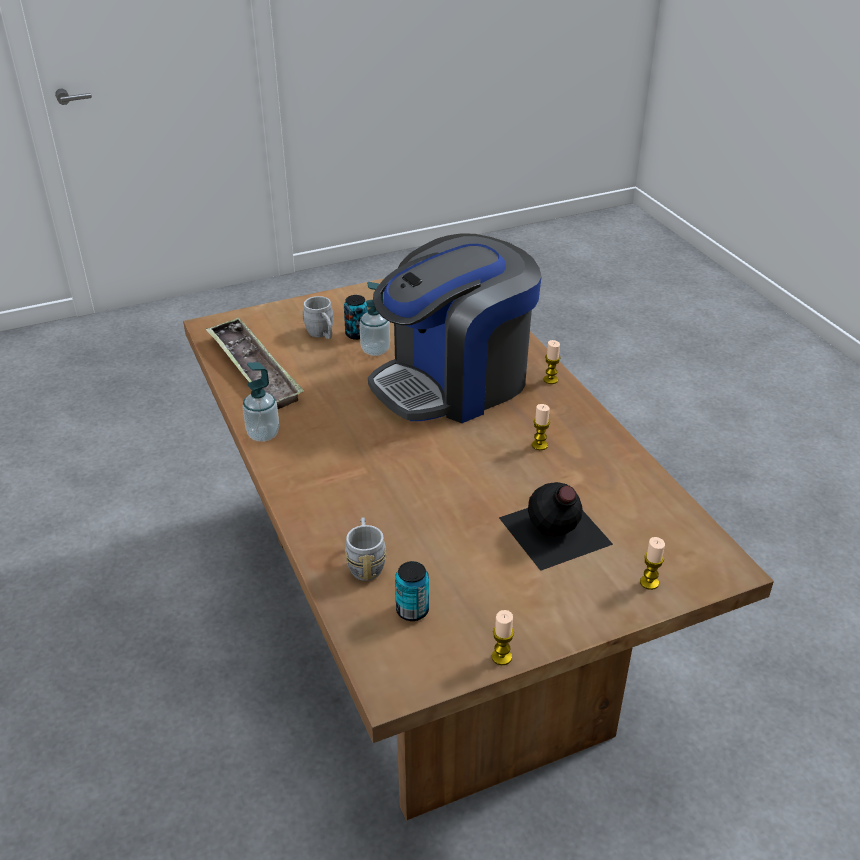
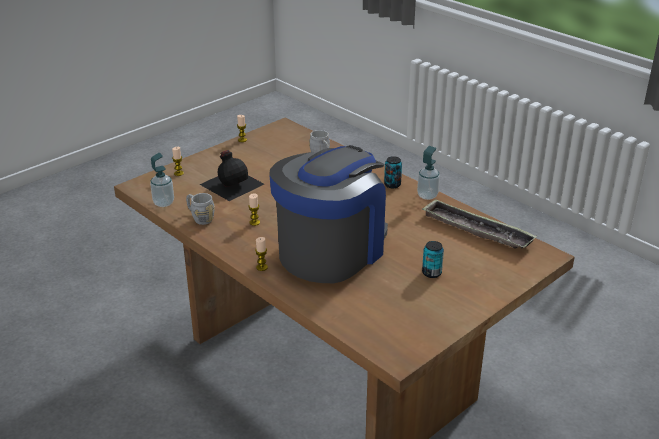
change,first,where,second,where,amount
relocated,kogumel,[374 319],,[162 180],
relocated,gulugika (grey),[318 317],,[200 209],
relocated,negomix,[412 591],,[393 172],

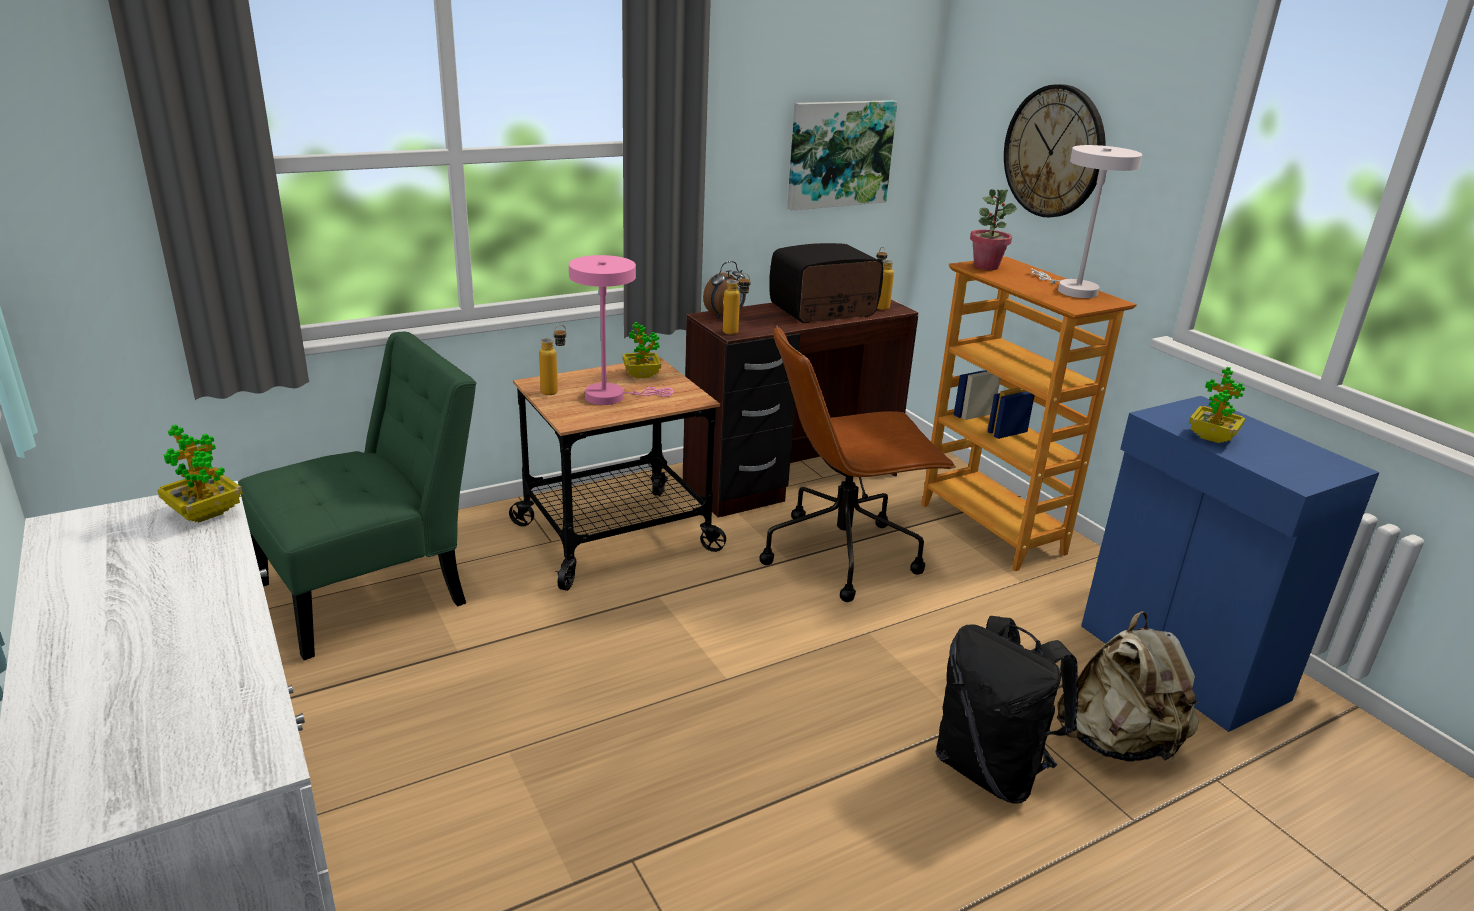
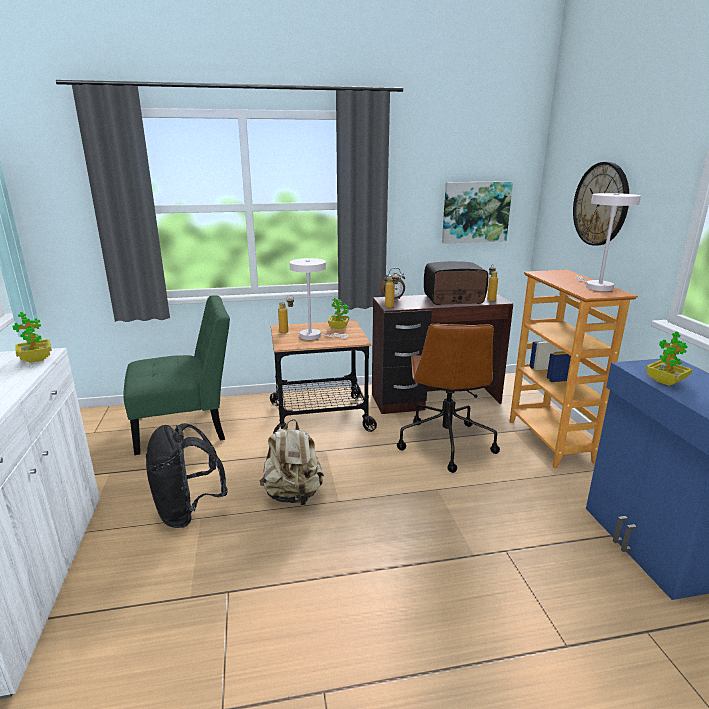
change,first,where,second,where,amount
missing,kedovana,[993 229],,,
colour,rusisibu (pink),[621 330],rusisibu (white),[318 299],
spun,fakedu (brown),[857 463],,[448 398],90 degrees counterclockwise
relocated,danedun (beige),[1128 686],,[292 462],
relocated,danedun (black),[1007 709],,[187 475],

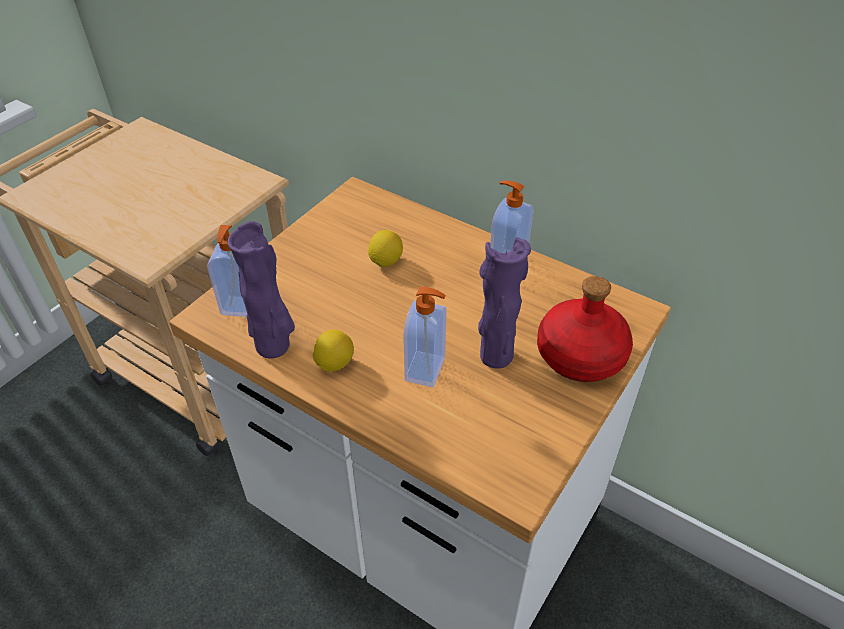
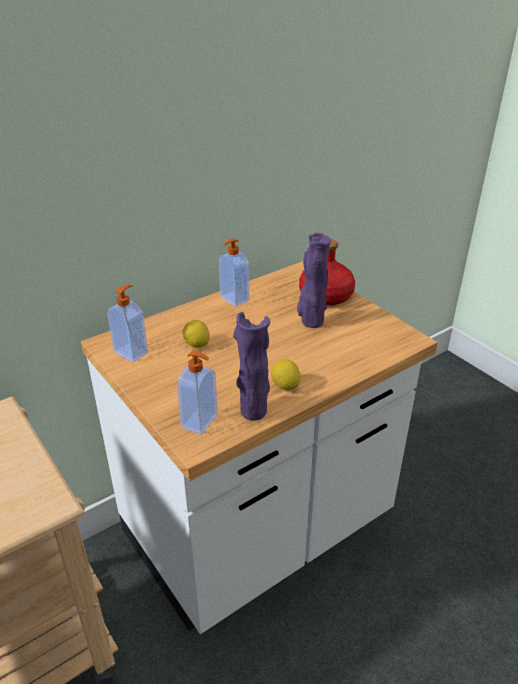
change,first,where,second,where,amount
relocated,kogumel,[425 337],,[127 323],

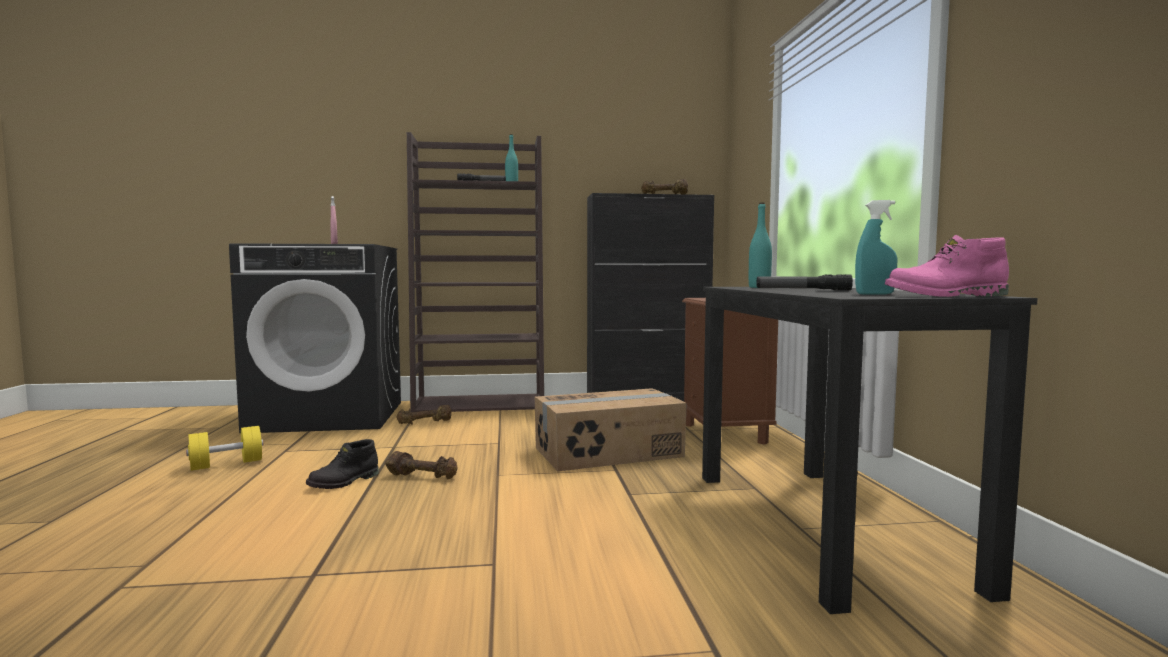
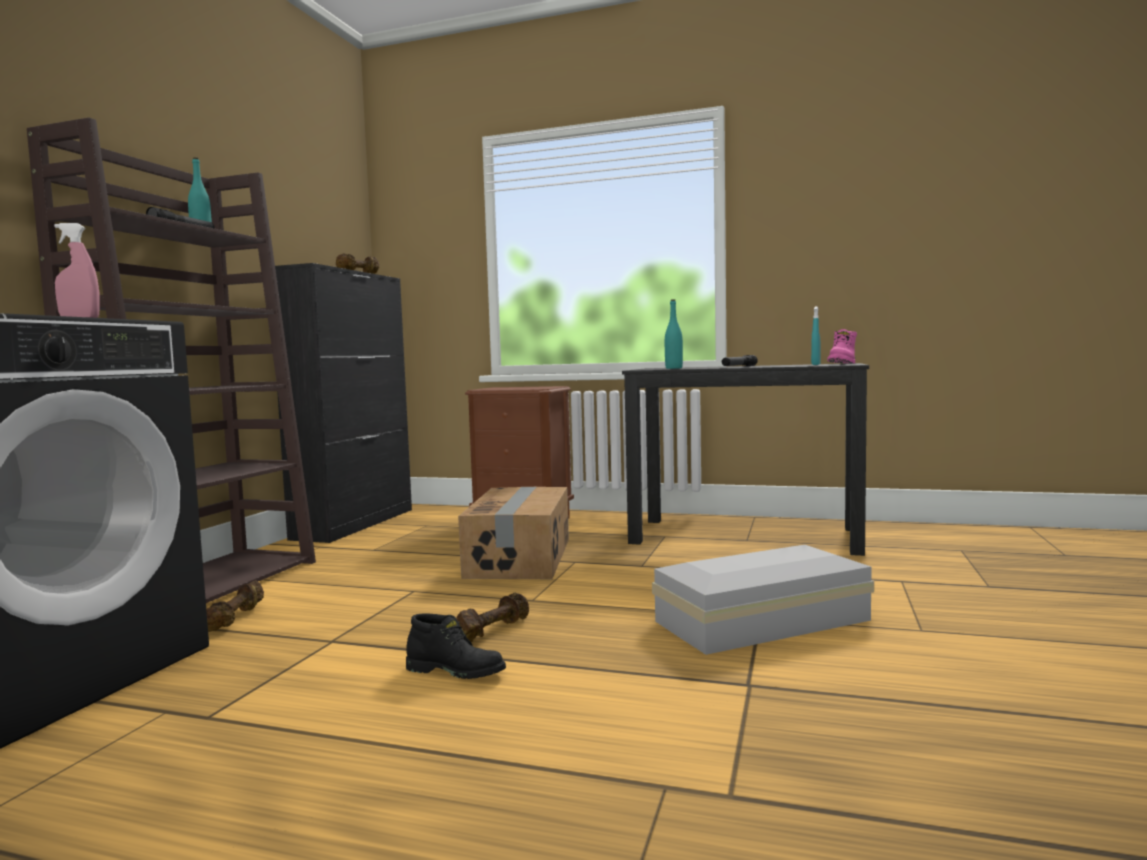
change,first,where,second,where,amount
missing,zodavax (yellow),[224 448],,,
spun,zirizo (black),[342 464],,[456 646],45 degrees counterclockwise
appeared,,,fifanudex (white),[763 600],

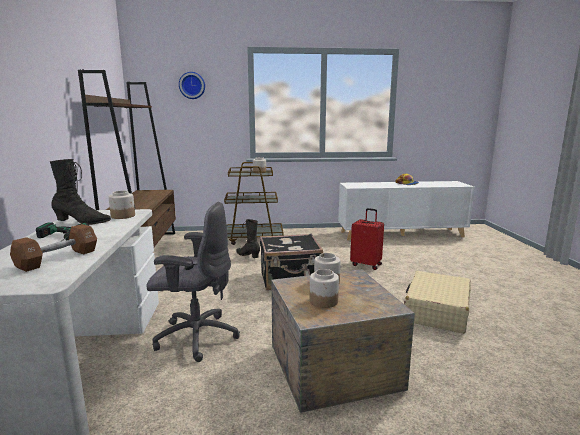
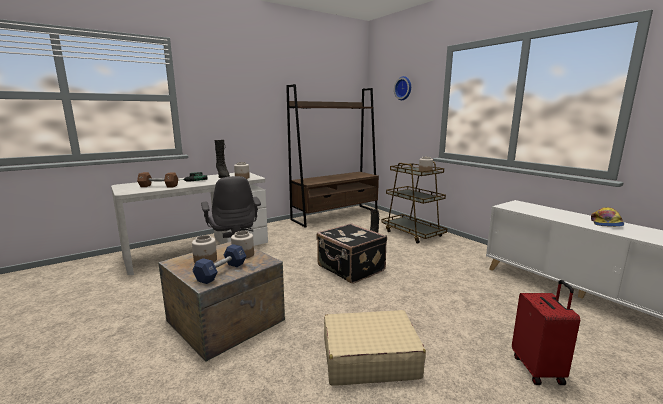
change,first,where,second,where,amount
relocated,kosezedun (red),[367 239],,[546 332],
appeared,,,zodavax (blue),[219 264],

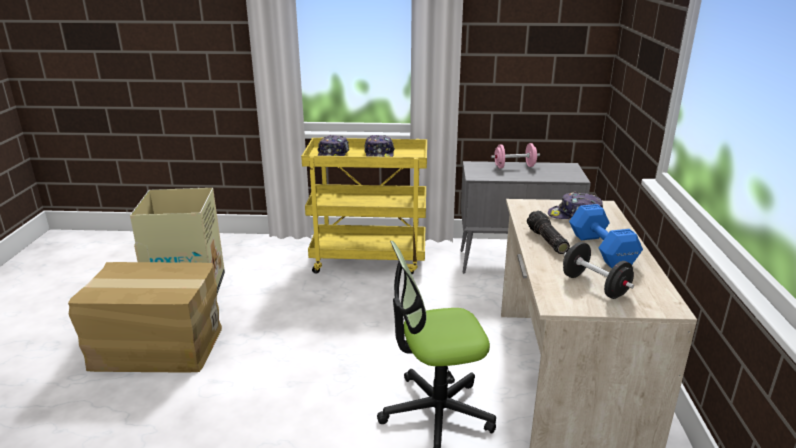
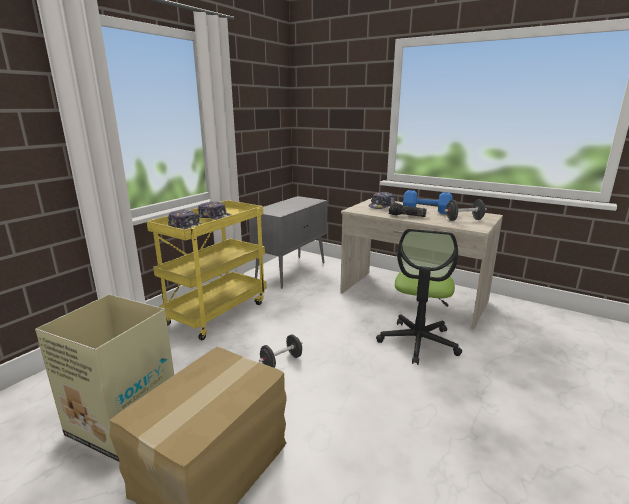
change,first,where,second,where,amount
missing,zodavax (pink),[515 155],,,
appeared,,,zodavax (black),[280 351],

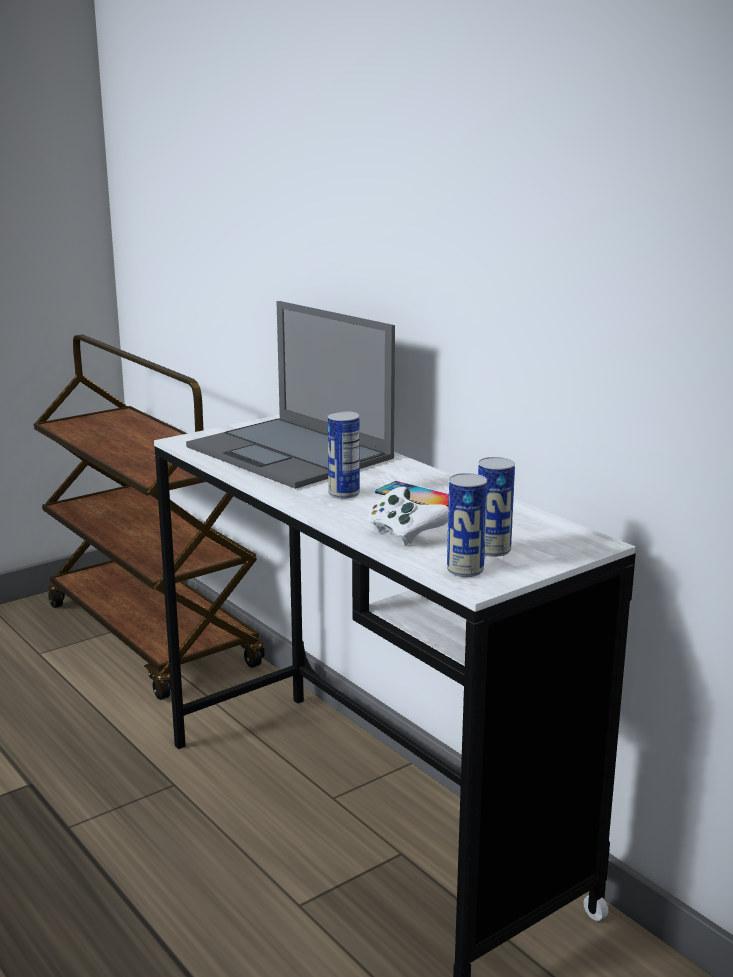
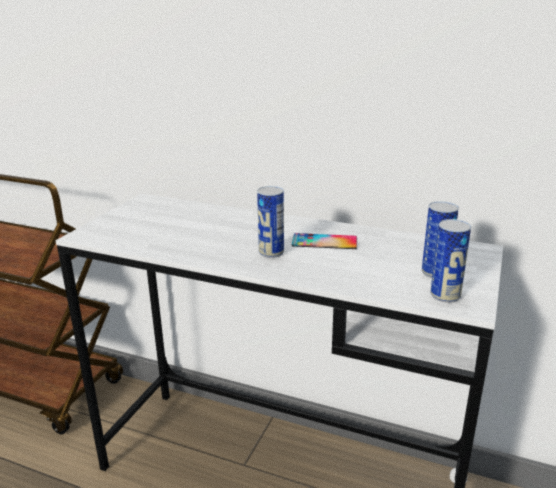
change,first,where,second,where,amount
missing,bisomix,[290 395],,,
missing,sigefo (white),[408 516],,,

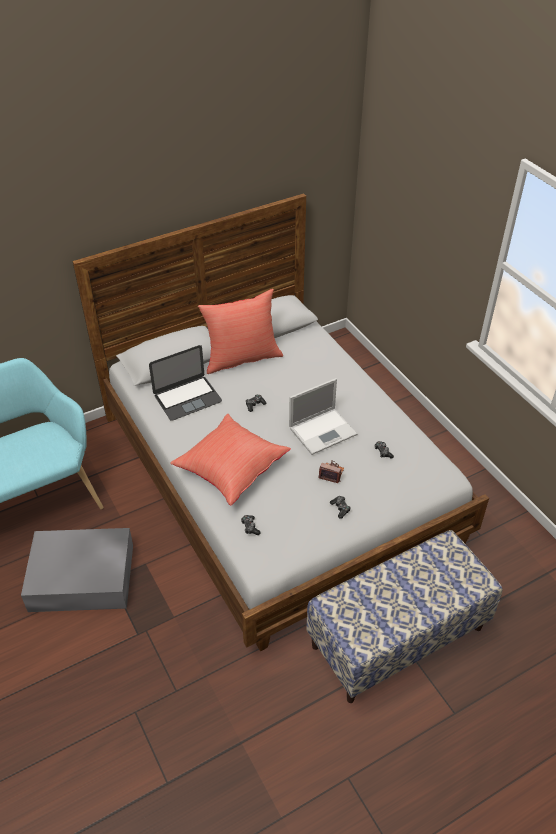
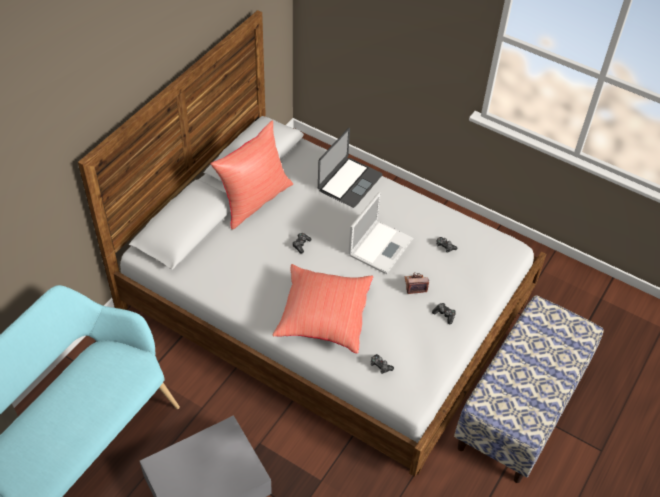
change,first,where,second,where,amount
relocated,bisomix,[185 383],,[350 168],

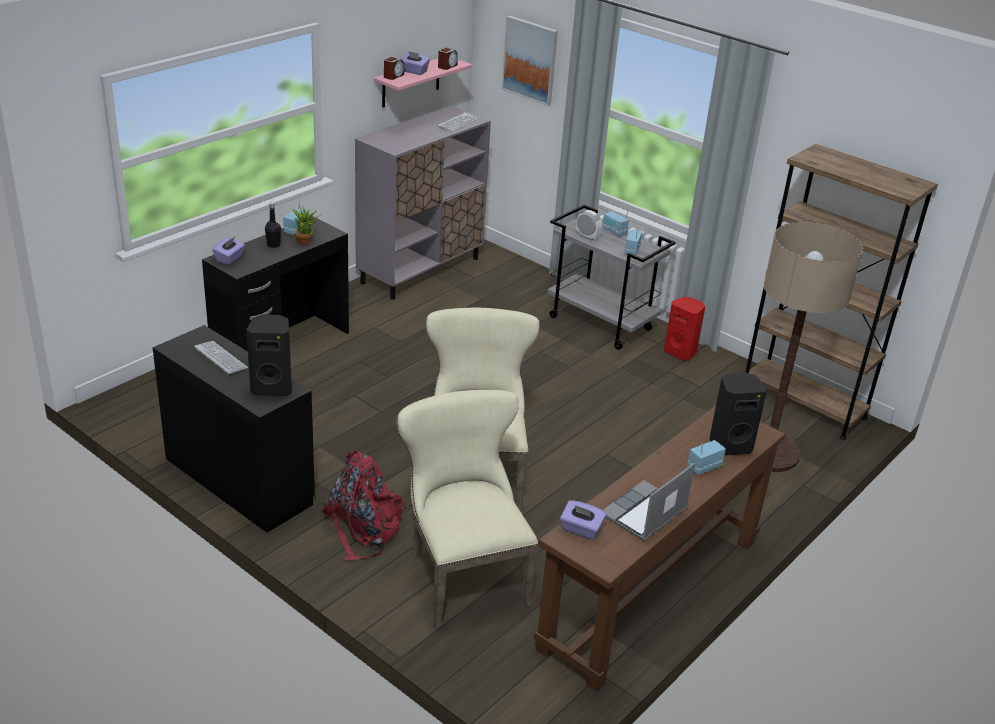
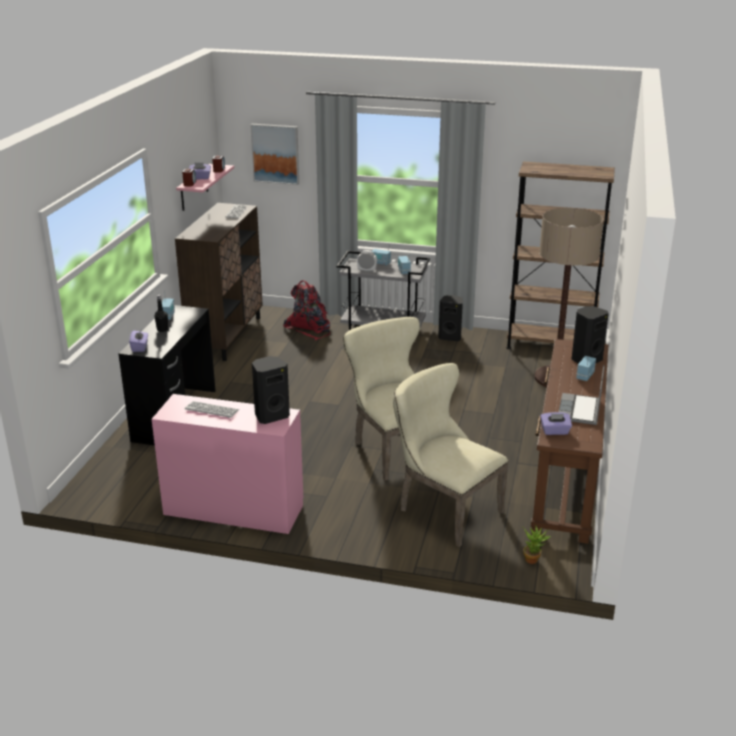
change,first,where,second,where,amount
colour,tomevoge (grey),[423 203],tomevoge (brown),[219 282],
relocated,kedovana,[307 225],,[537 545],
colour,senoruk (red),[684 329],senoruk (black),[450 318],
colour,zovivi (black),[234 429],zovivi (pink),[227 464],
relocated,danedun (red),[364 506],,[307 310],

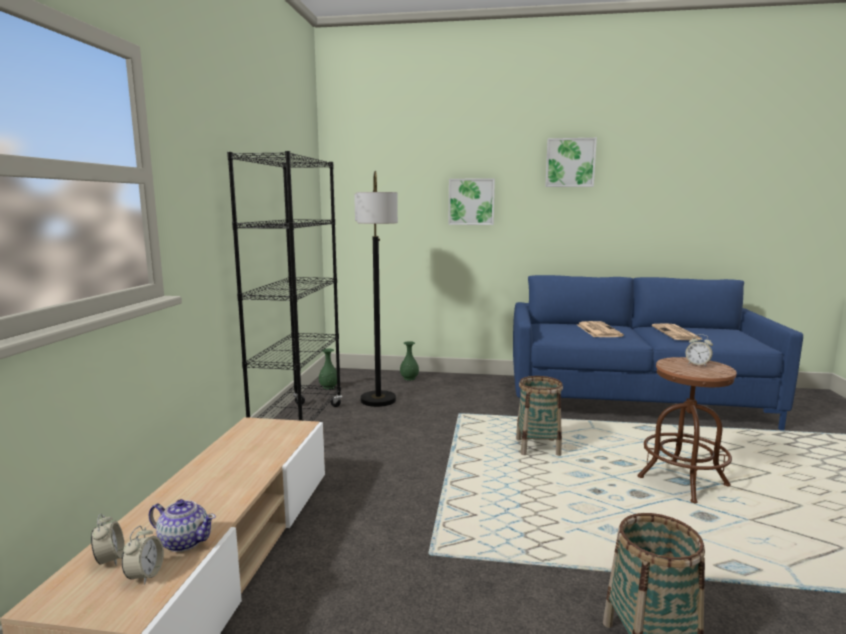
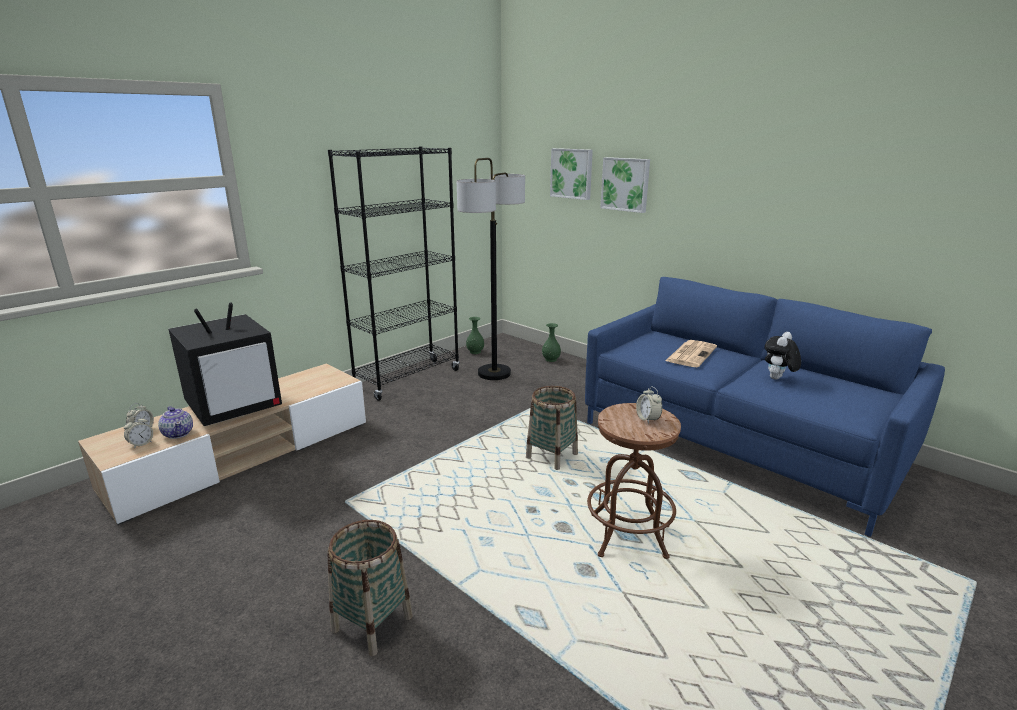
change,first,where,second,where,amount
relocated,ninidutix,[571 162],,[571 174],
exchanged,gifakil,[677 331],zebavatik,[783 356],
appeared,,,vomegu,[225 364],

